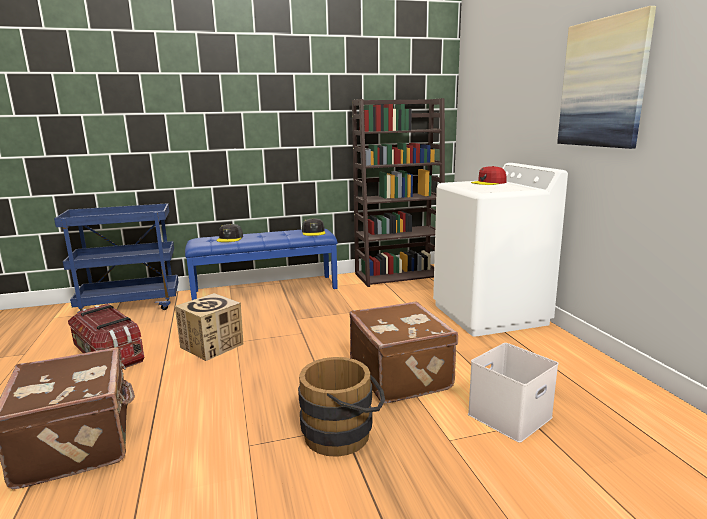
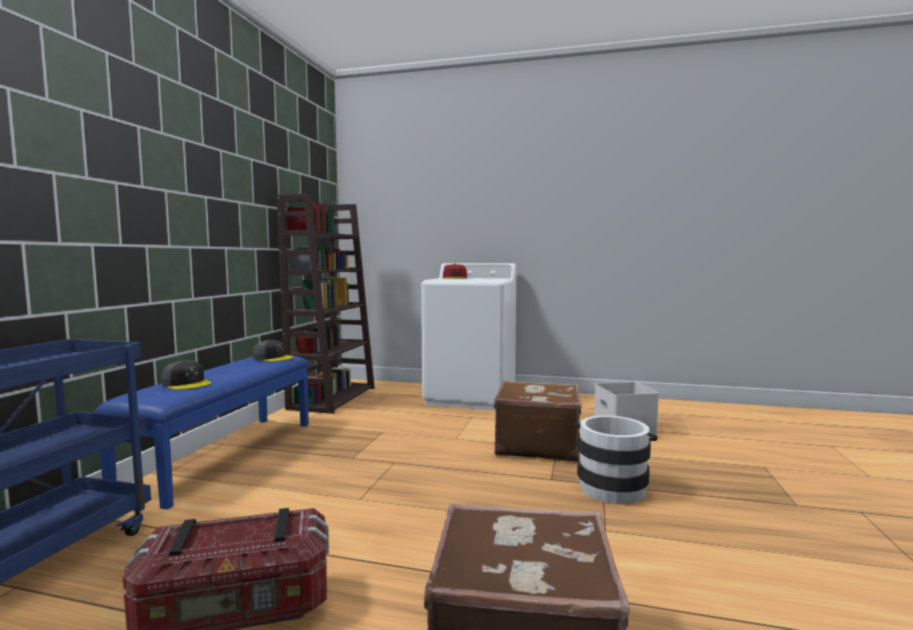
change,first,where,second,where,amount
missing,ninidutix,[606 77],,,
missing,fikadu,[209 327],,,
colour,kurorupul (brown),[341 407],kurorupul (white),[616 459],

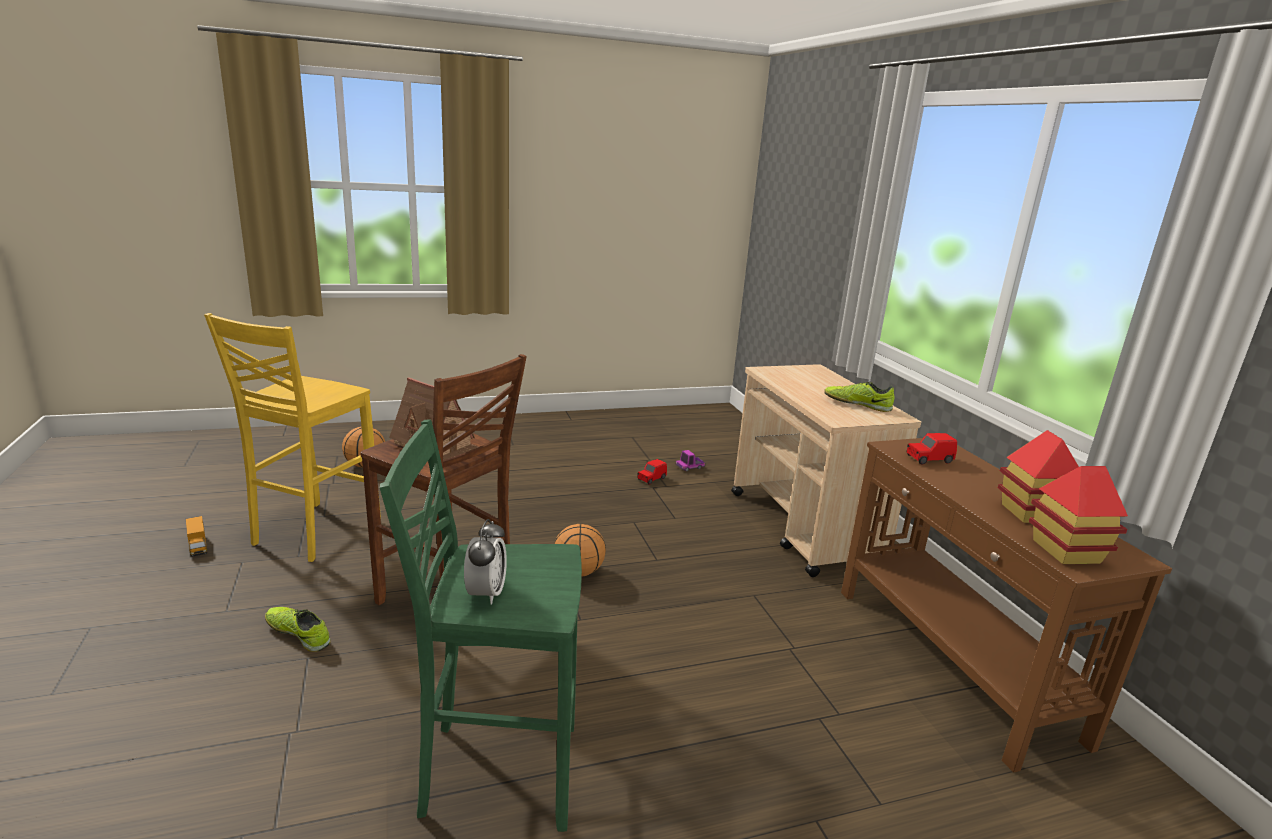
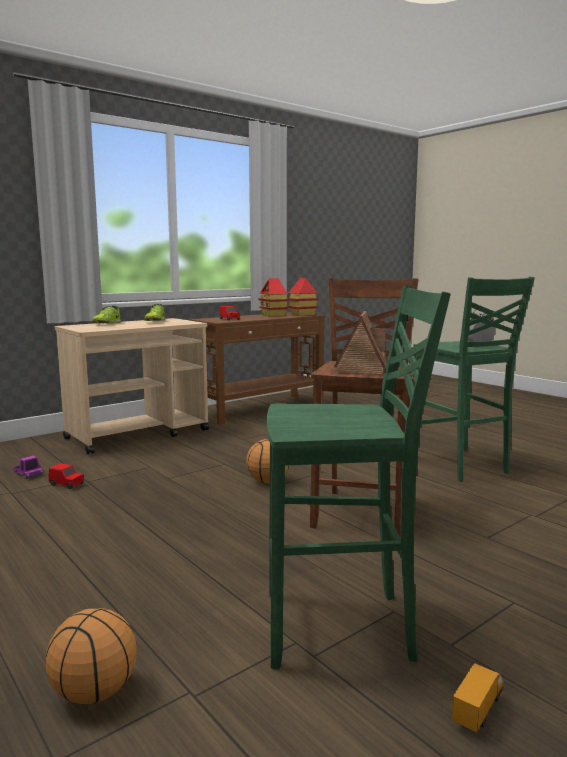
change,first,where,second,where,amount
colour,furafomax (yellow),[292 437],furafomax (green),[359 477],
relocated,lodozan,[298 629],,[106 314],

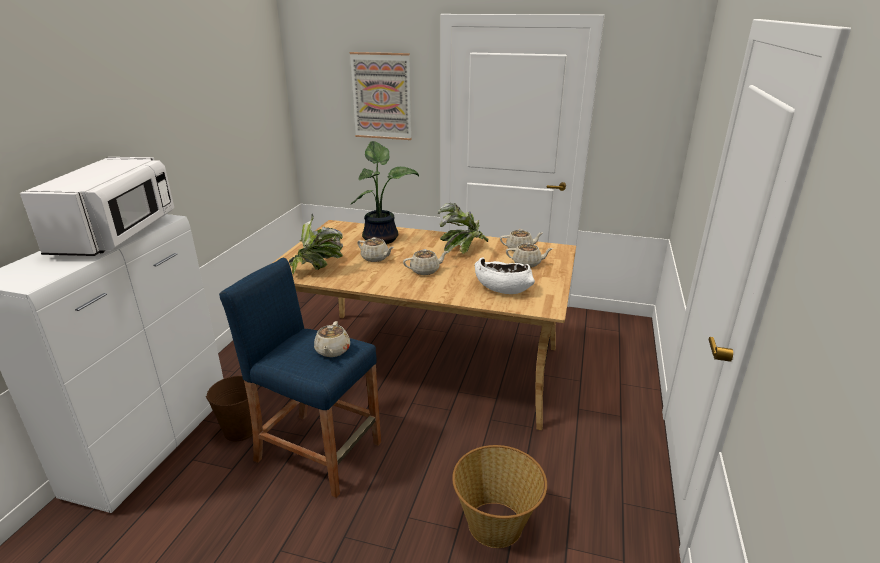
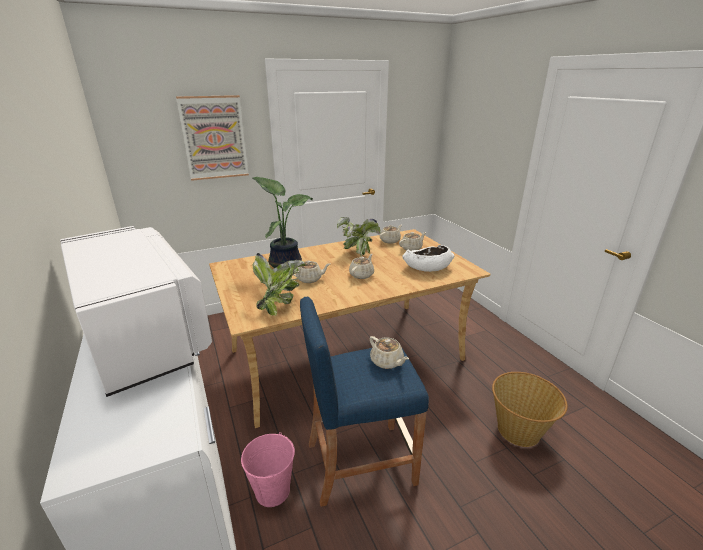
change,first,where,second,where,amount
colour,kurorupul (brown),[232 408],kurorupul (pink),[268 469],

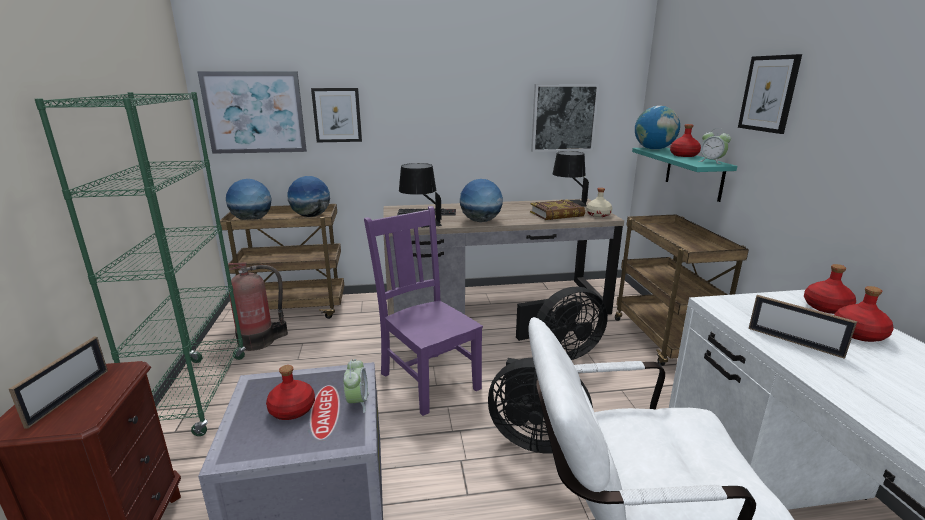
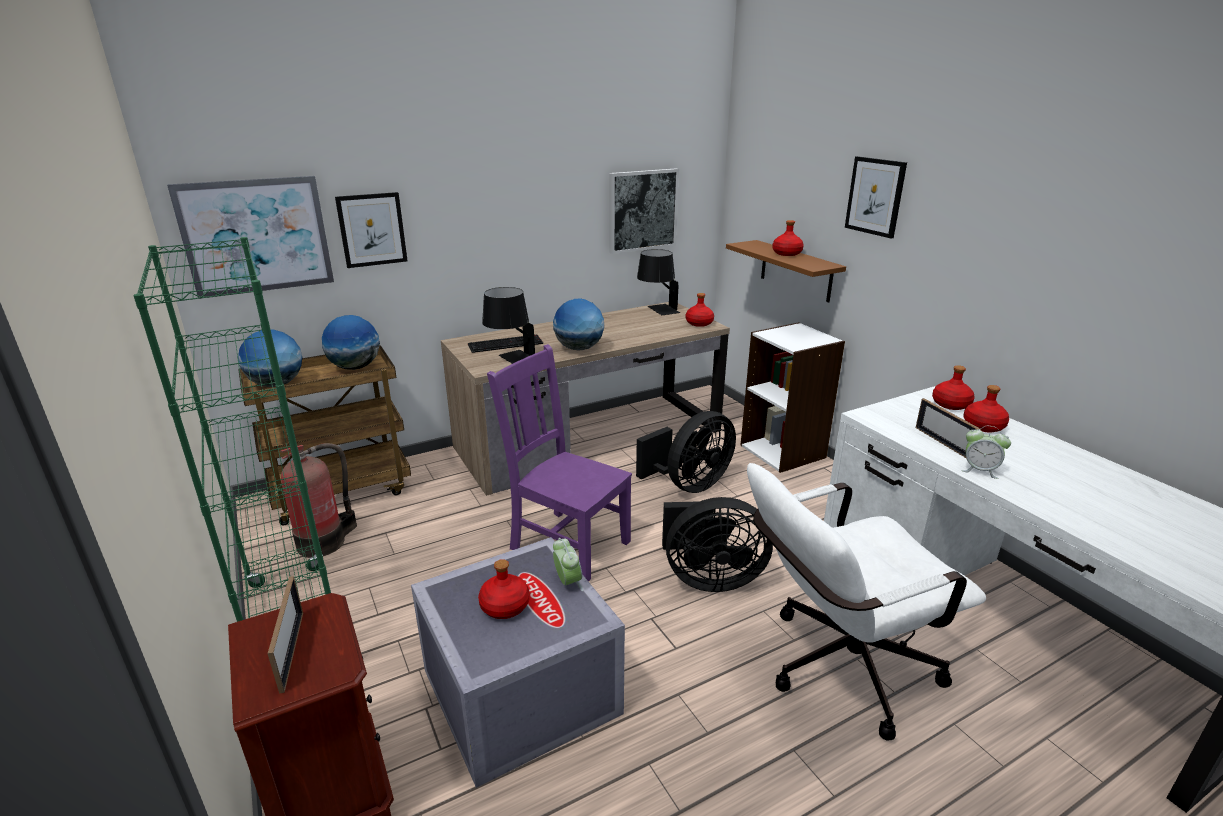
change,first,where,second,where,amount
missing,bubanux,[657 128],,,
relocated,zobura,[715 146],,[986 452],
colour,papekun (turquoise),[684 174],papekun (brown),[786 271],
colour,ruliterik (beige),[599 202],ruliterik (red),[700 310],
missing,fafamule,[557 210],,,
exchanged,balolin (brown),[682 290],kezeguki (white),[792 397],
spun,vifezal,[802 327],,[948 428],45 degrees clockwise

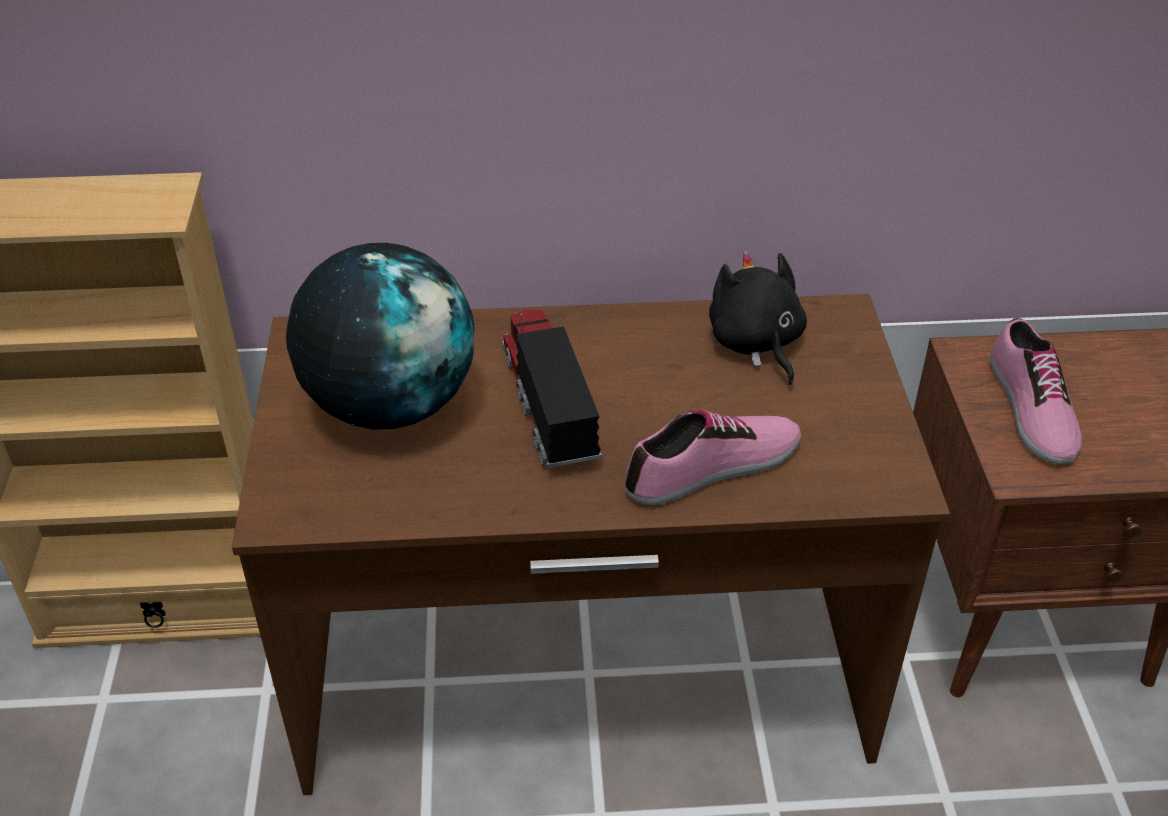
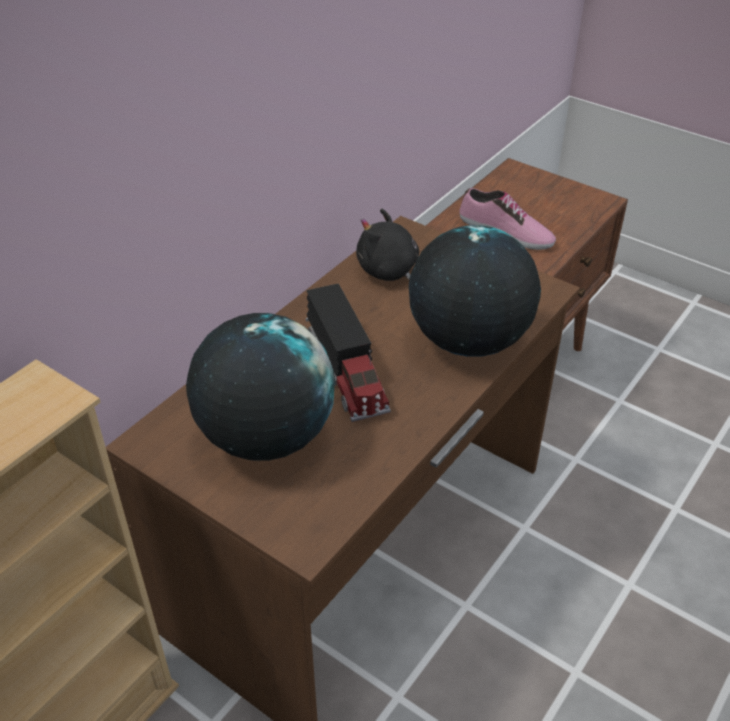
change,first,where,second,where,amount
spun,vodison,[552 389],,[348 352],135 degrees counterclockwise
exchanged,lodozan,[713 457],bubanux,[475 291],

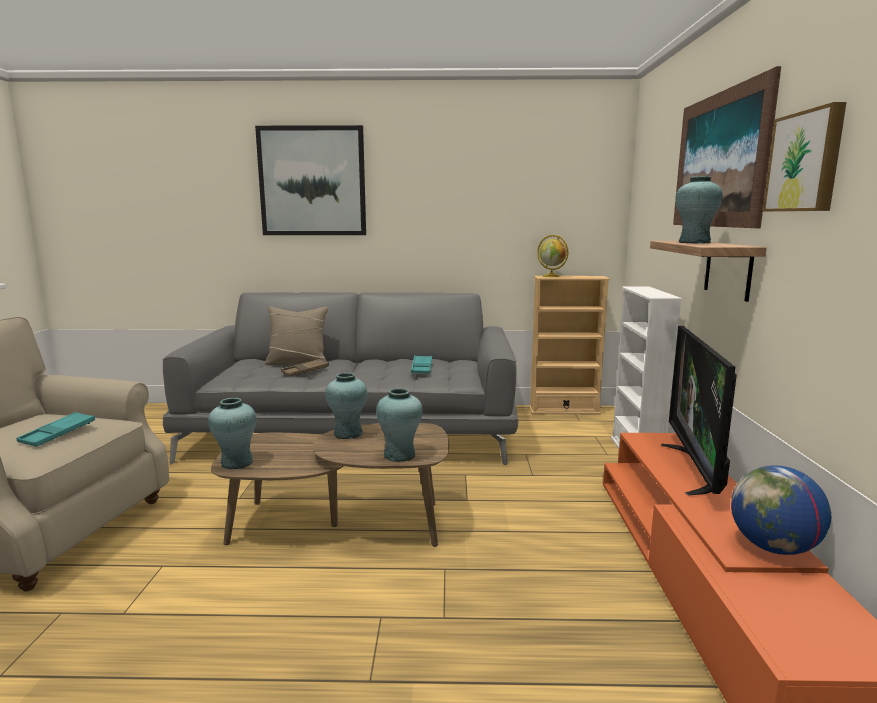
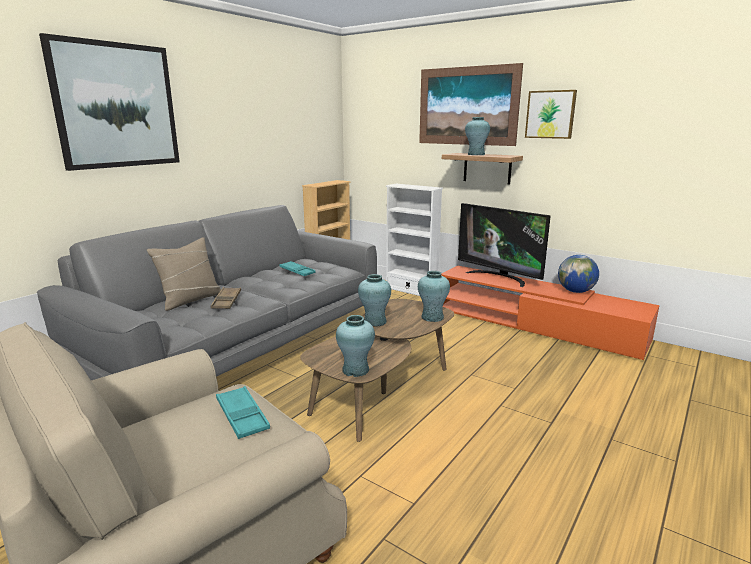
change,first,where,second,where,amount
missing,bubanux,[553 256],,,

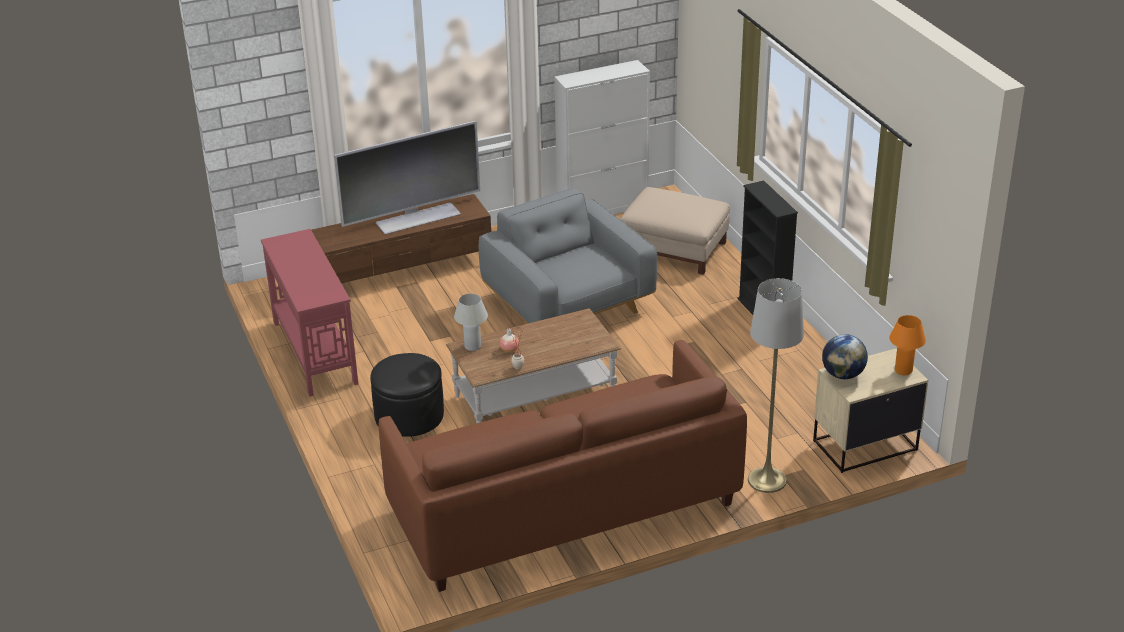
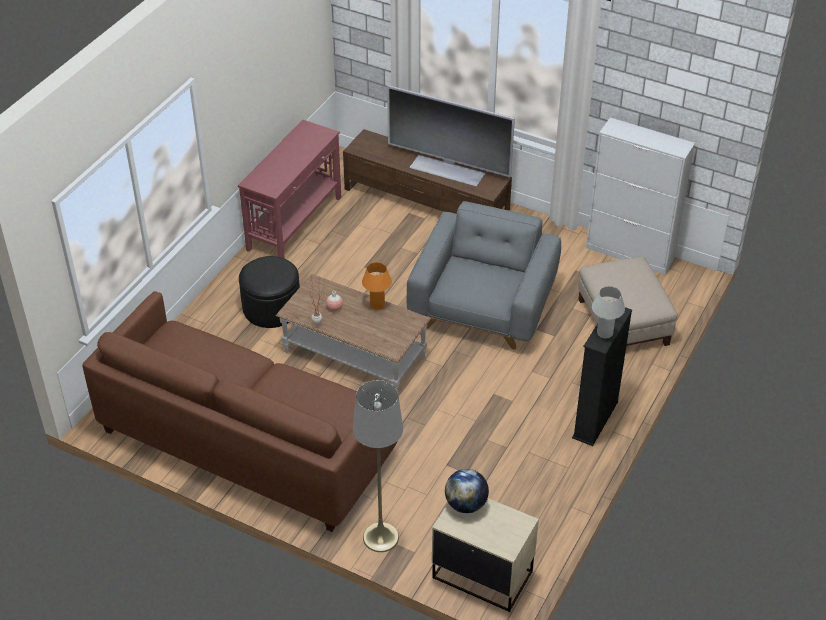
change,first,where,second,where,amount
relocated,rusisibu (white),[471 322],,[608 312],
relocated,rusisibu (orange),[907 345],,[377 286],

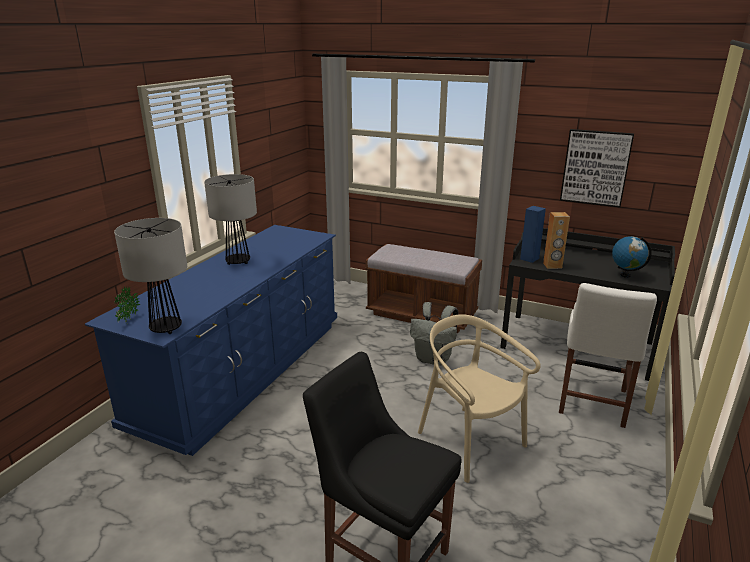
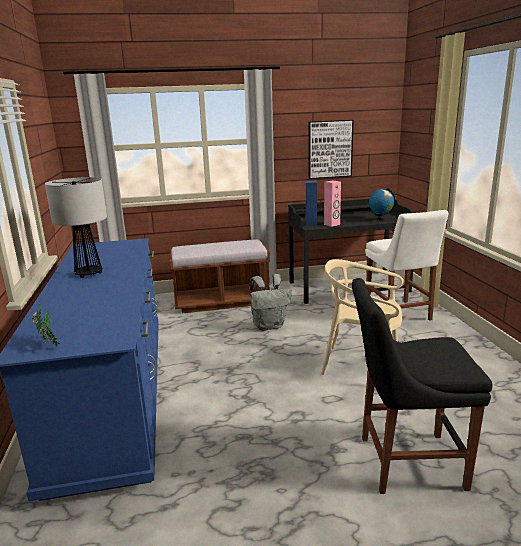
change,first,where,second,where,amount
colour,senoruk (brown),[556 240],senoruk (pink),[332 204],
missing,rusisibu,[150 276],,,

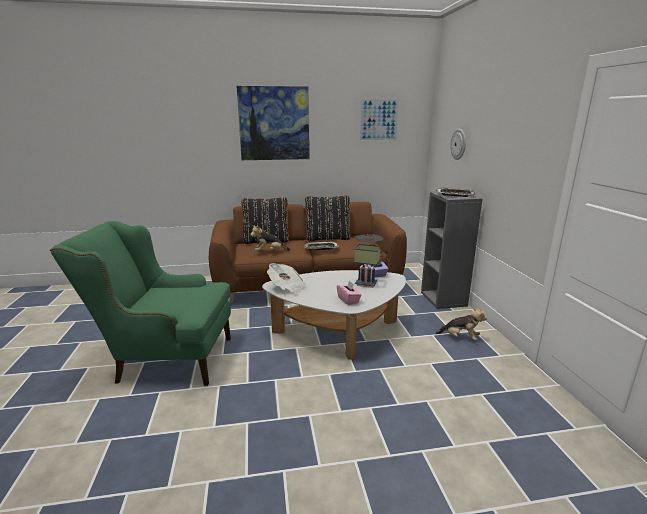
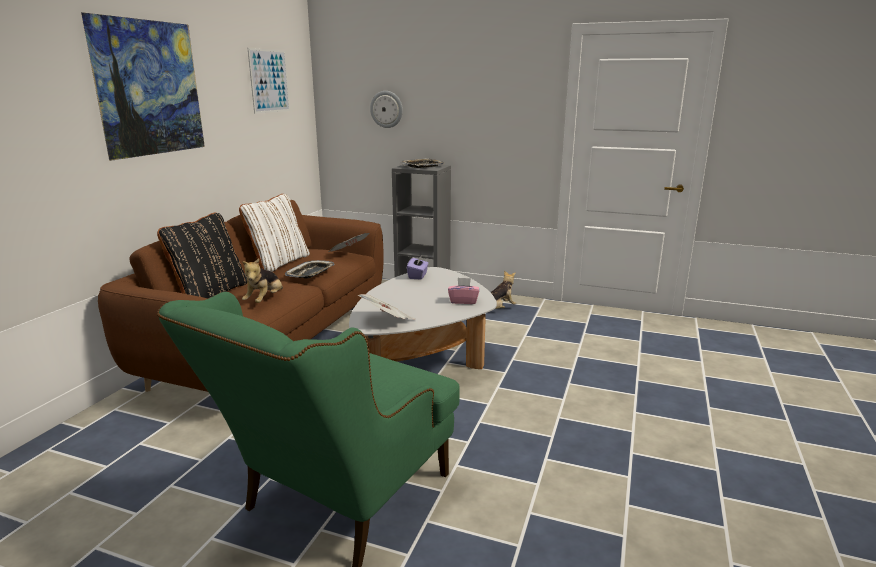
change,first,where,second,where,amount
colour,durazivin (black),[328 218],durazivin (white),[274 233],
missing,rusisibu,[367 266],,,

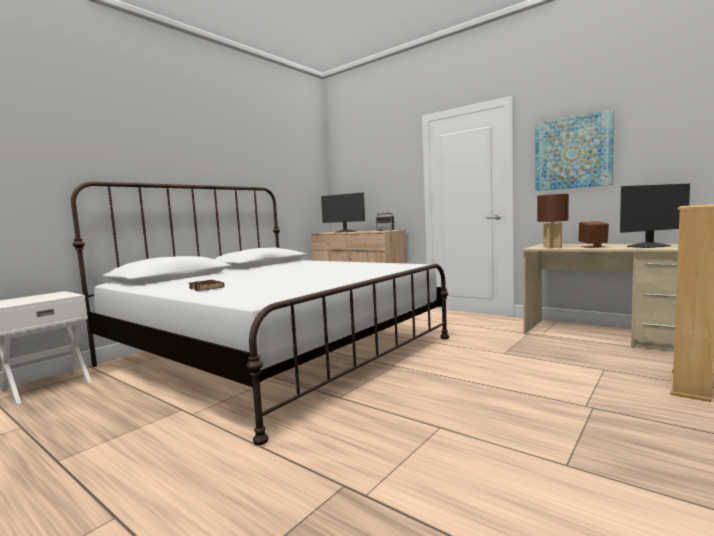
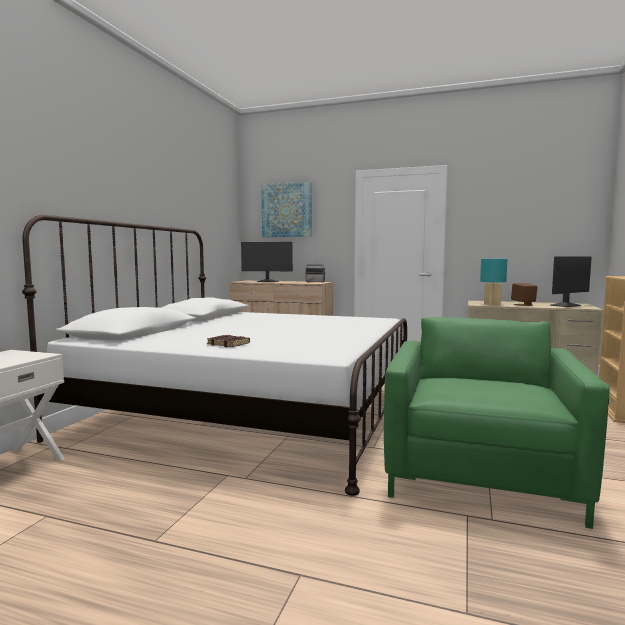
change,first,where,second,where,amount
relocated,ninidutix,[574 150],,[286 209],
colour,rusisibu (brown),[553 221],rusisibu (turquoise),[494 282],
appeared,,,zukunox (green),[497 423],

